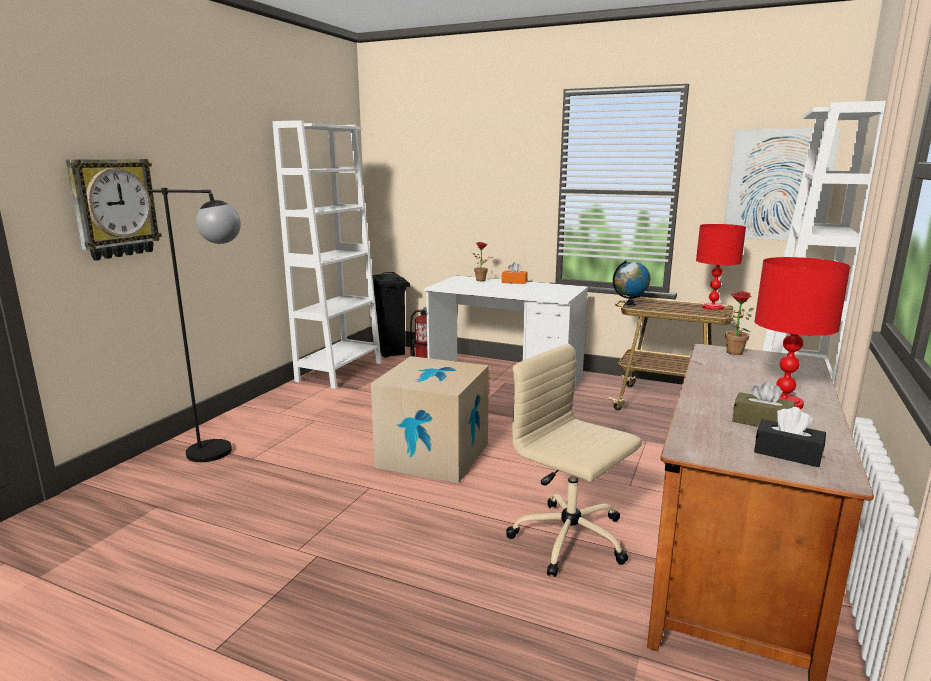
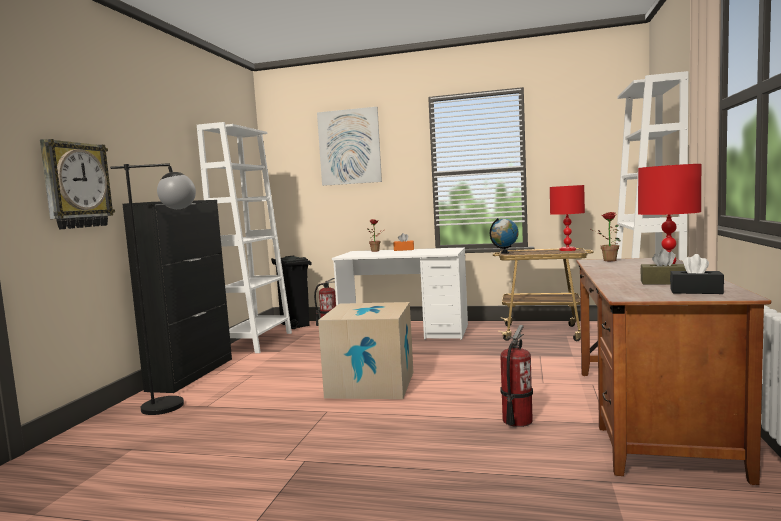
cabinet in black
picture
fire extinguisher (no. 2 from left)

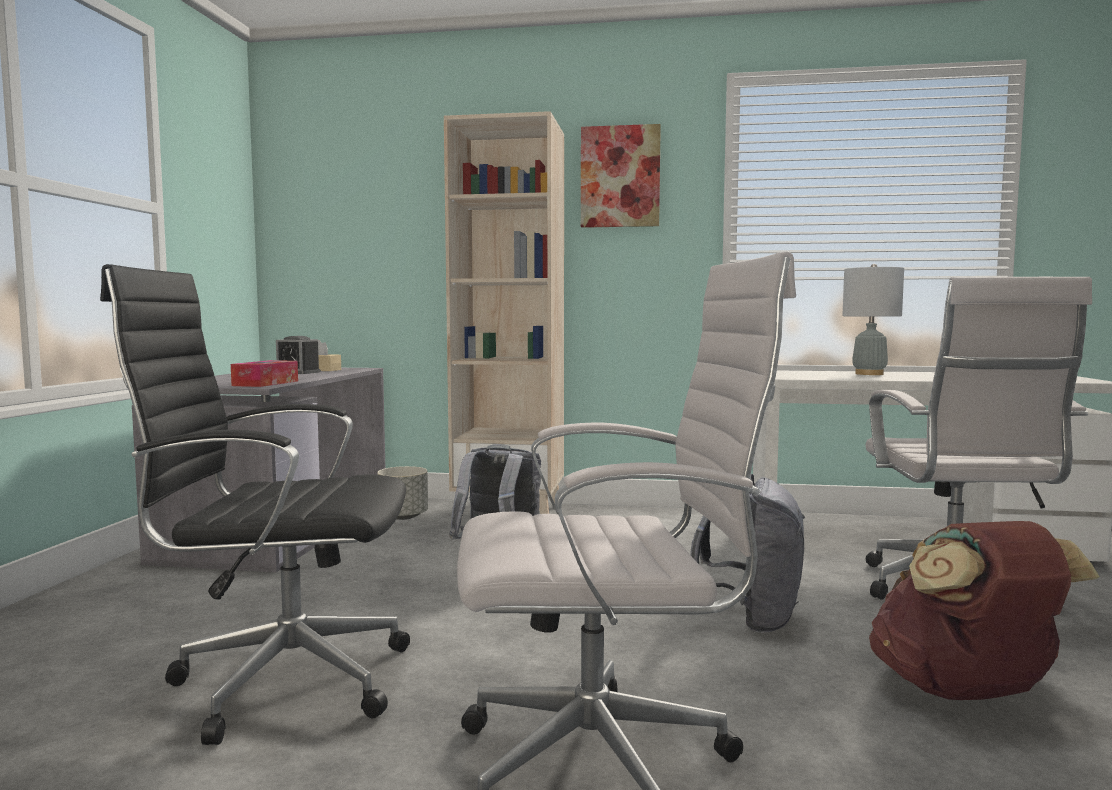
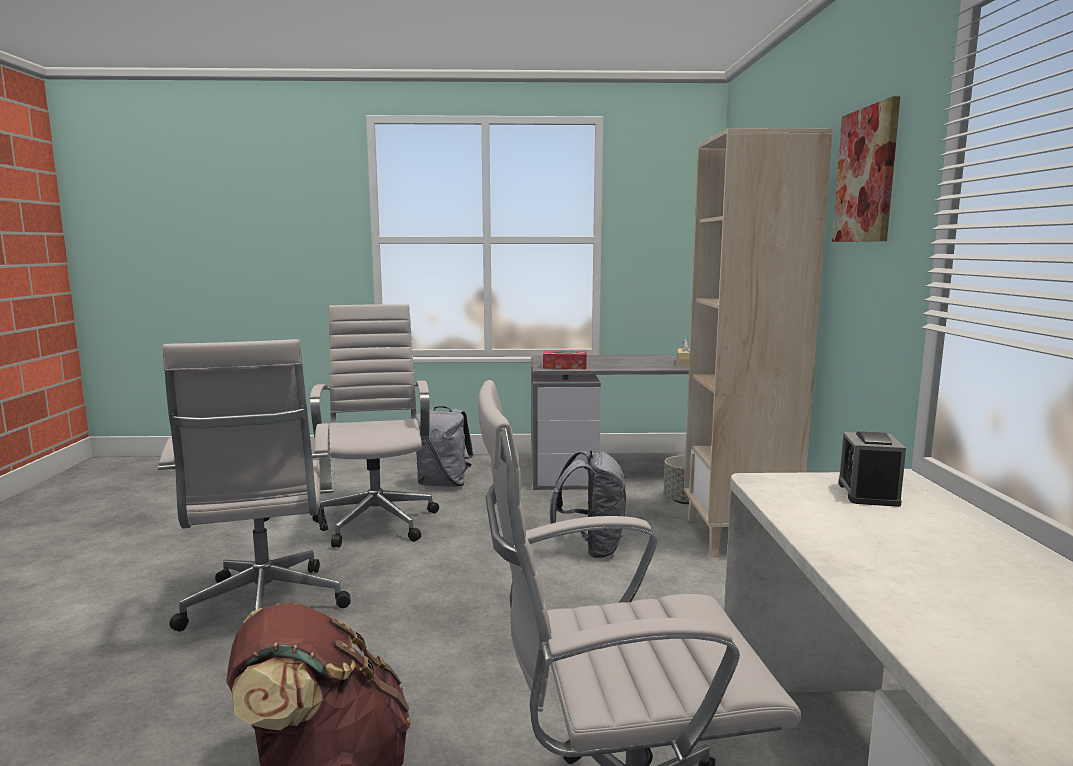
office chair in white (no. 2 from left)
backpack in grey (no. 1 from left)
alarm clock
table lamp in grey

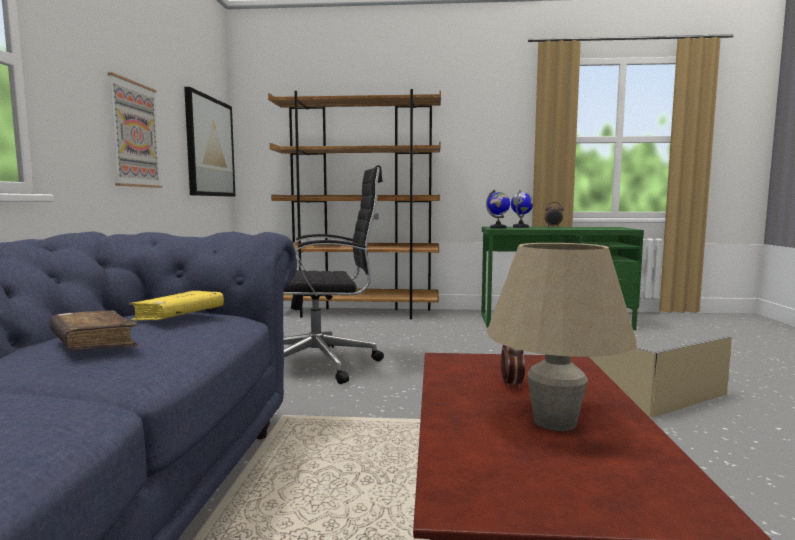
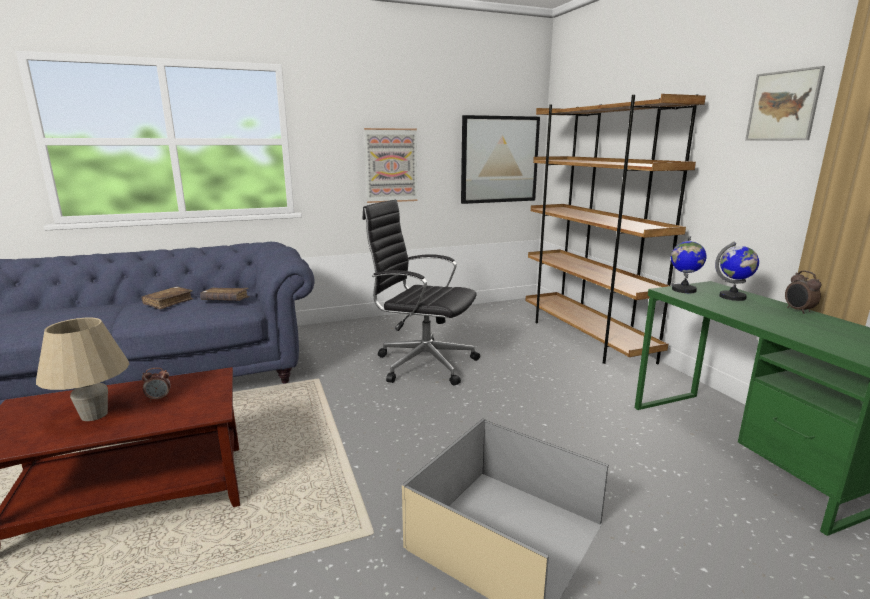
book in brown (no. 2 from left)
office chair in black
picture (no. 3 from left)

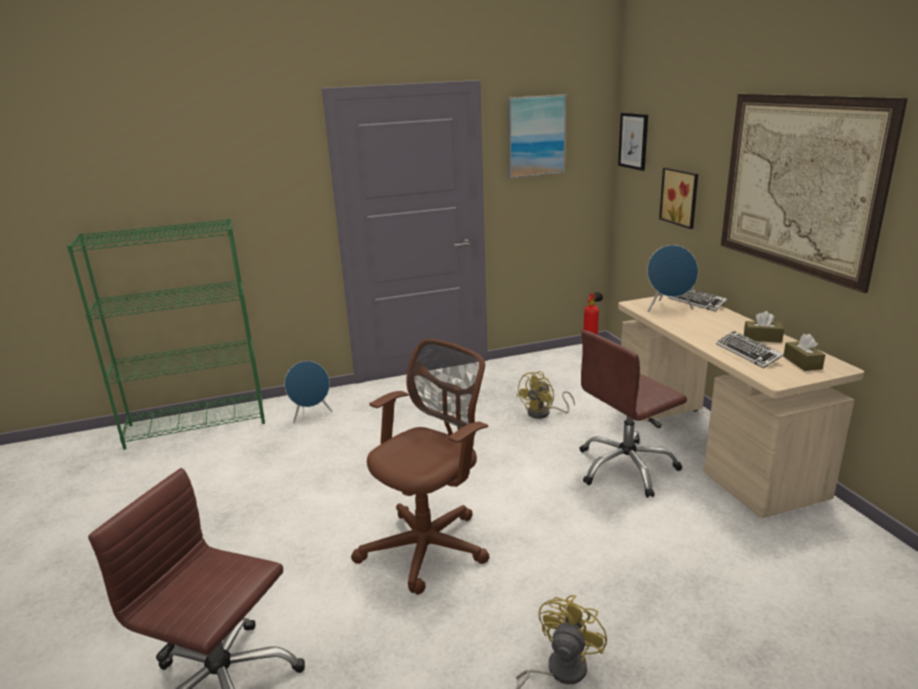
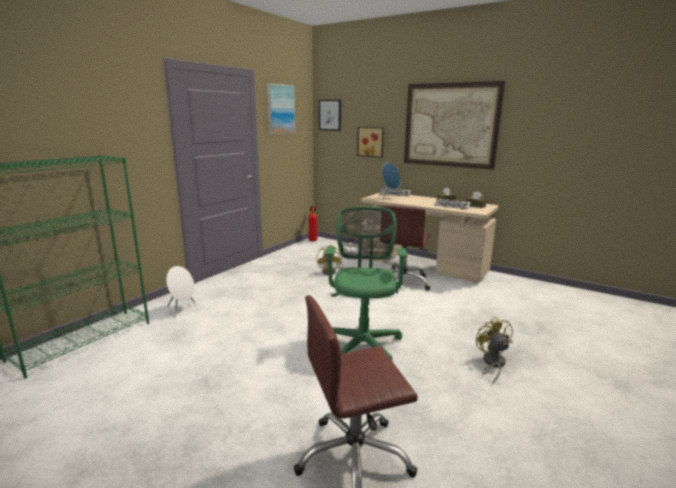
speaker in white
office chair in green

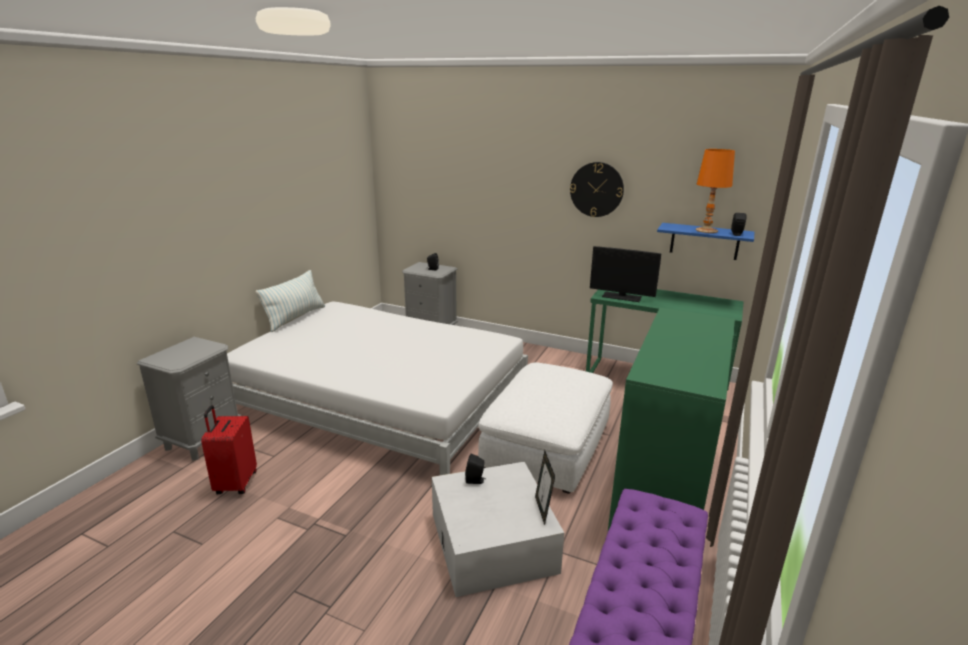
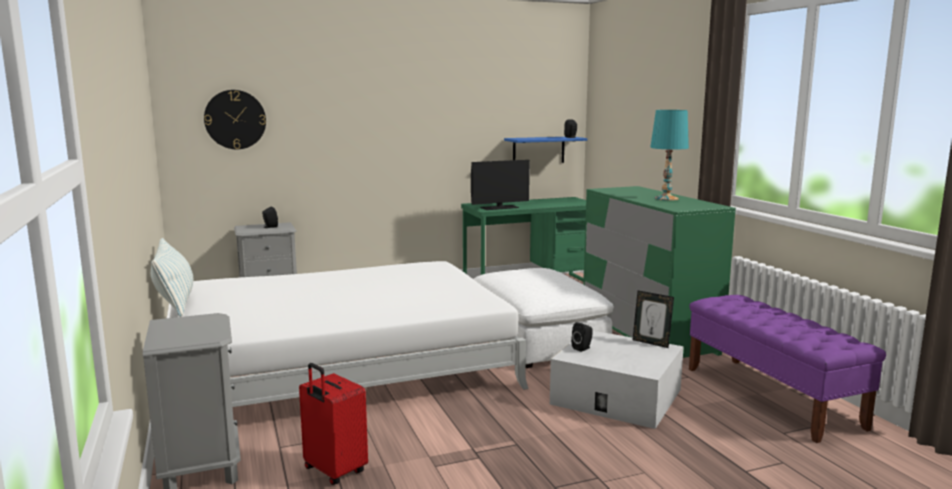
wall clock
table lamp in turquoise
table lamp in orange

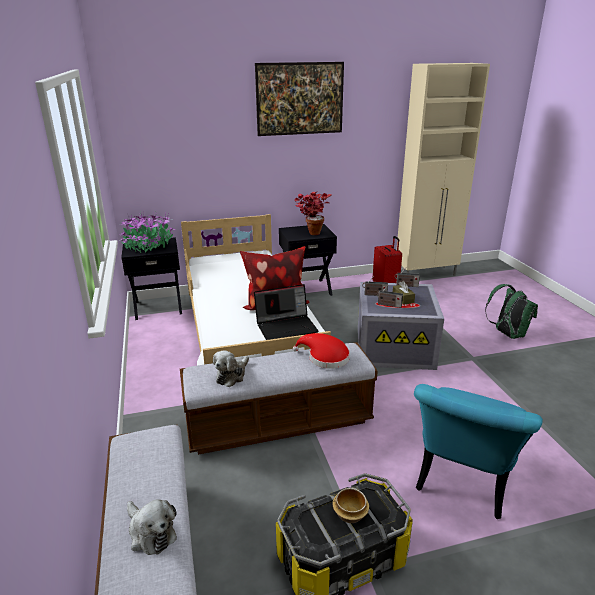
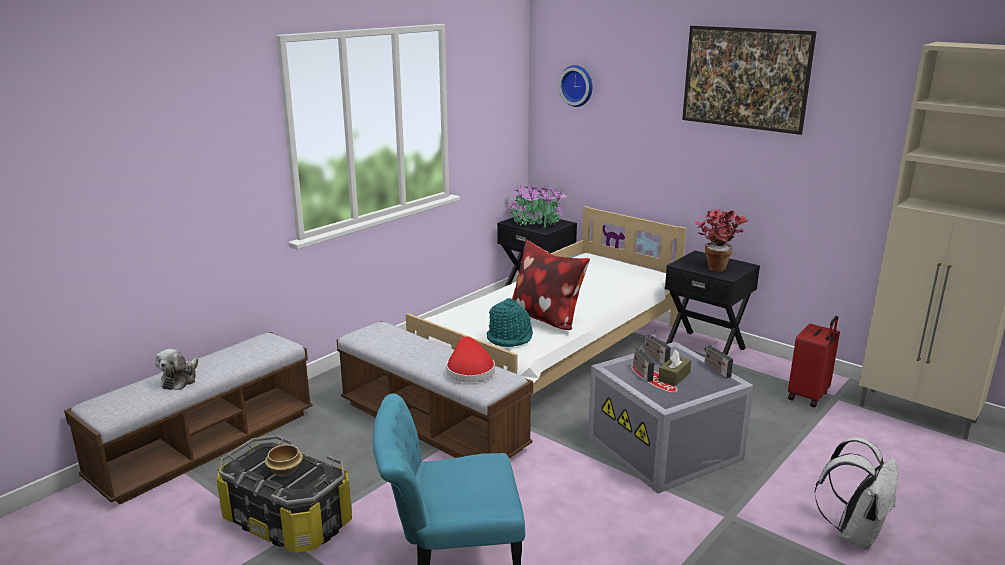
hat in turquoise
wall clock
backpack in white
plush toy (no. 2 from left in the first image)

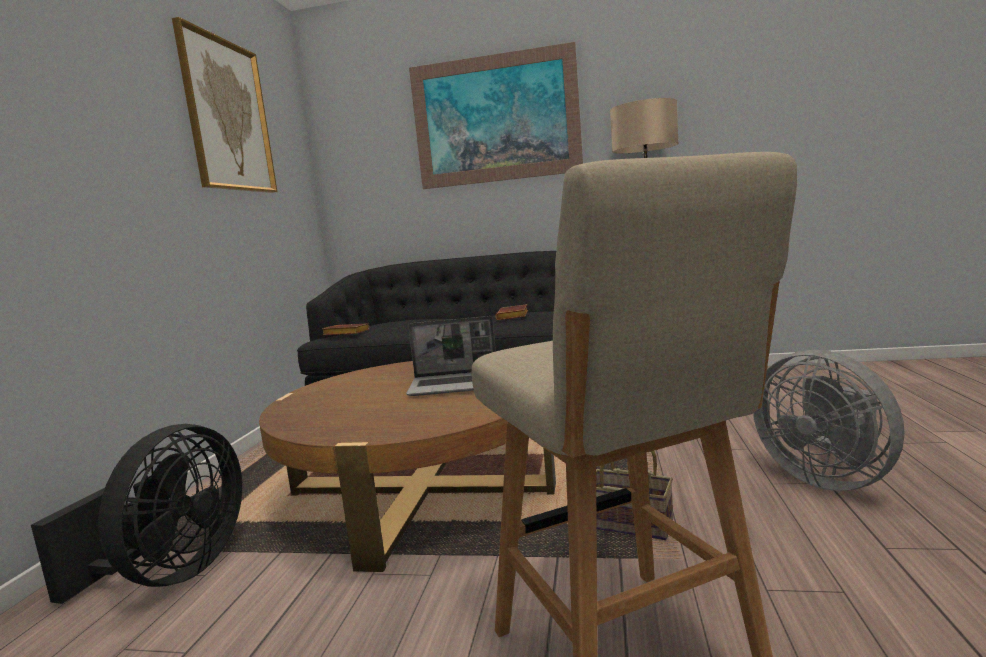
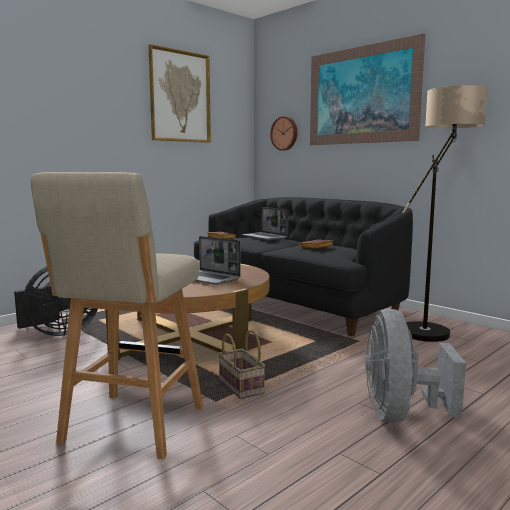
laptop (no. 2 from left)
wall clock

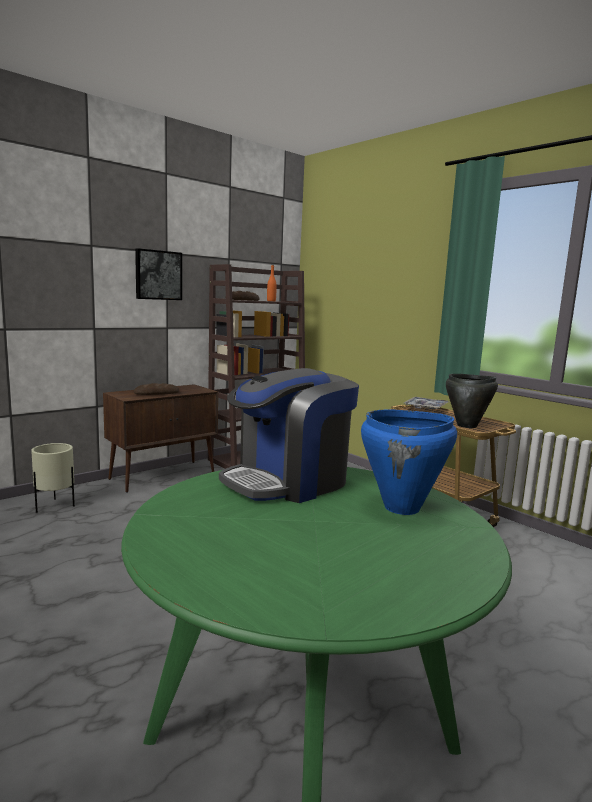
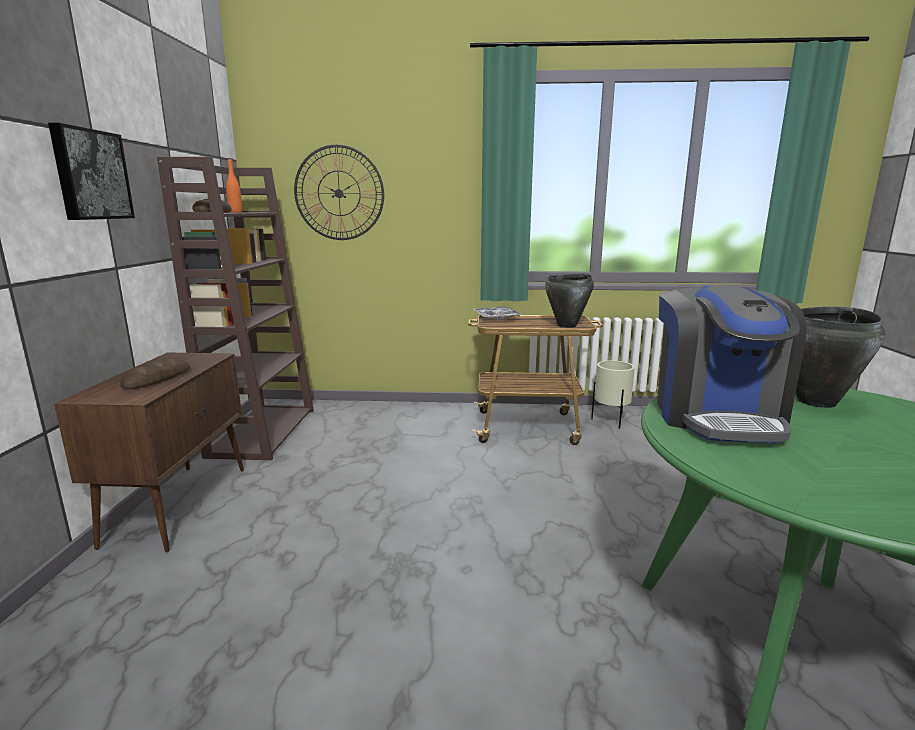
wall clock
planter in beige
cooking pot in black (no. 2 from left)

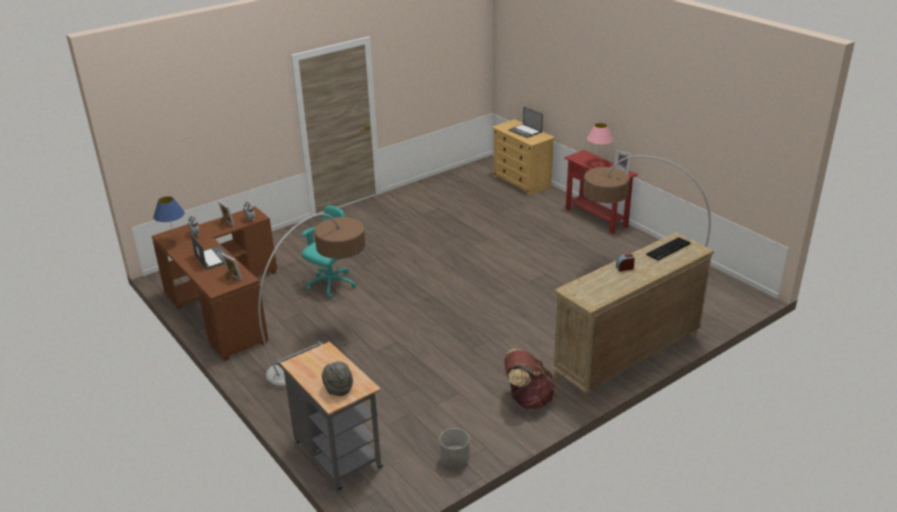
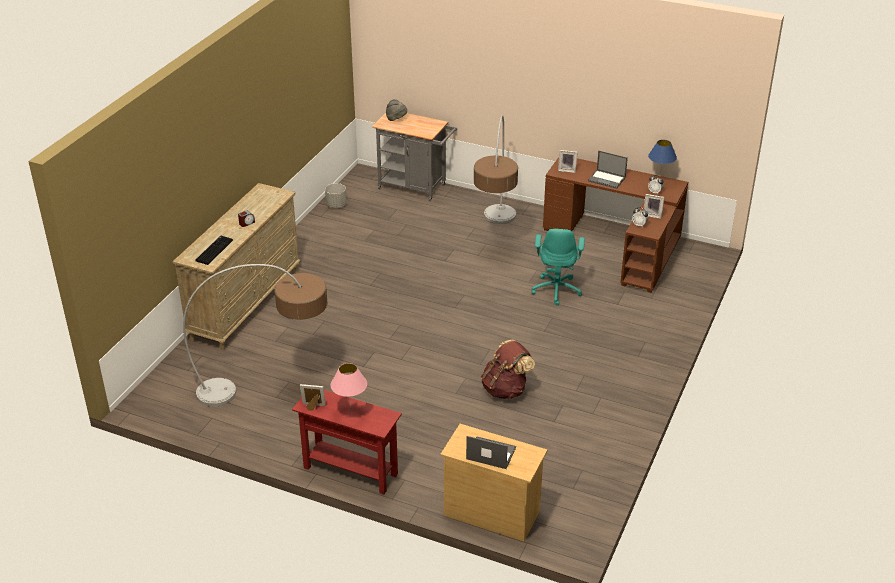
backpack in brown

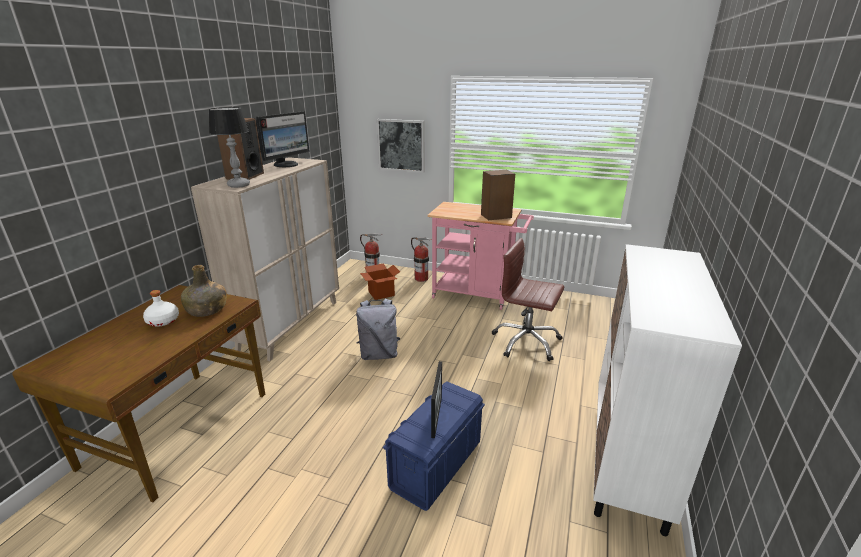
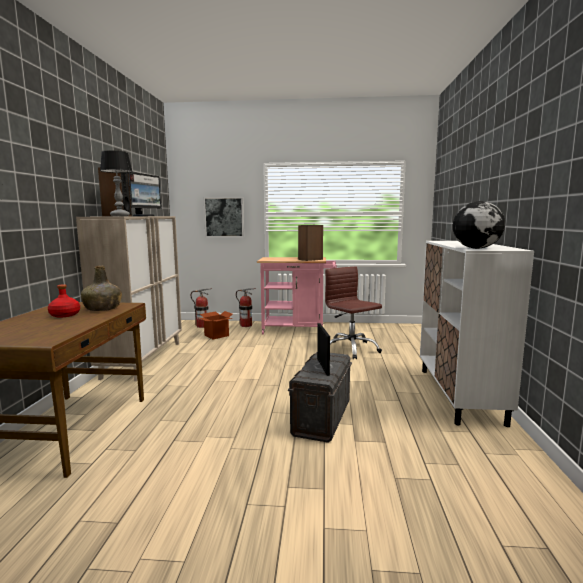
bottle in red
storage box in grey
office chair in brown
globe
backpack in grey

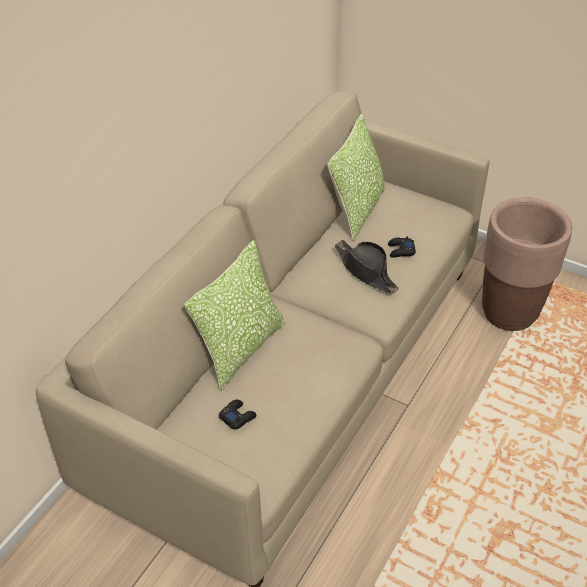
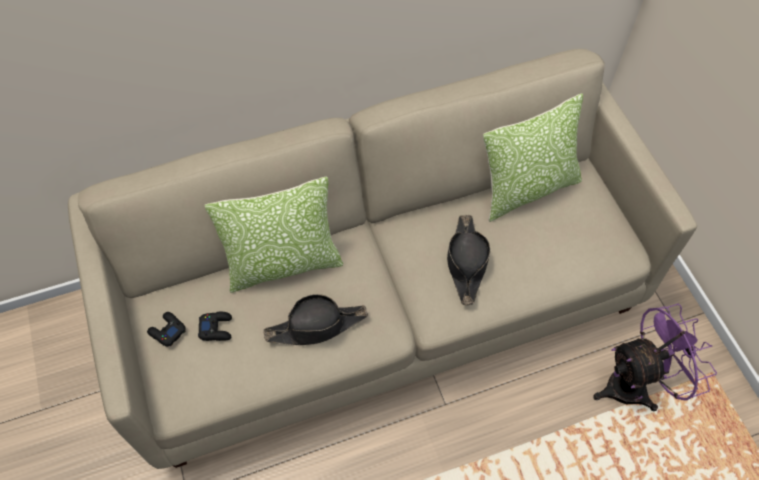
game controller in black (no. 1 from left)
hat in black (no. 1 from left)
fan in purple

